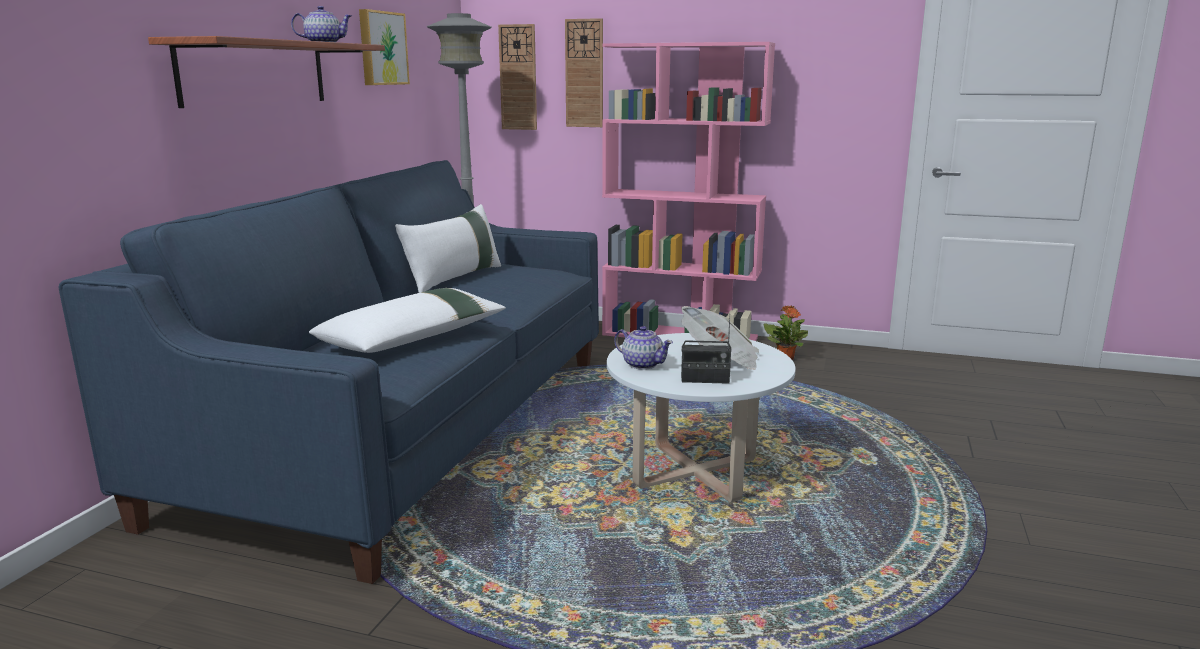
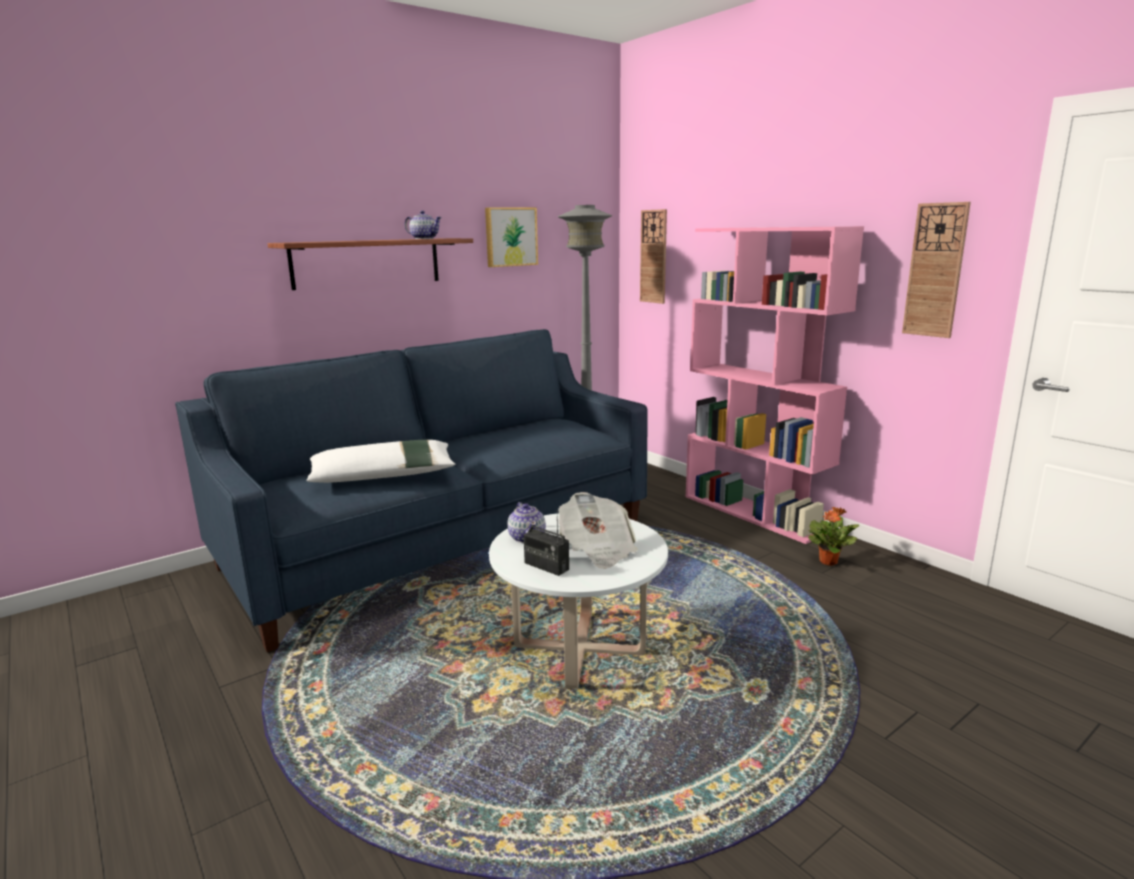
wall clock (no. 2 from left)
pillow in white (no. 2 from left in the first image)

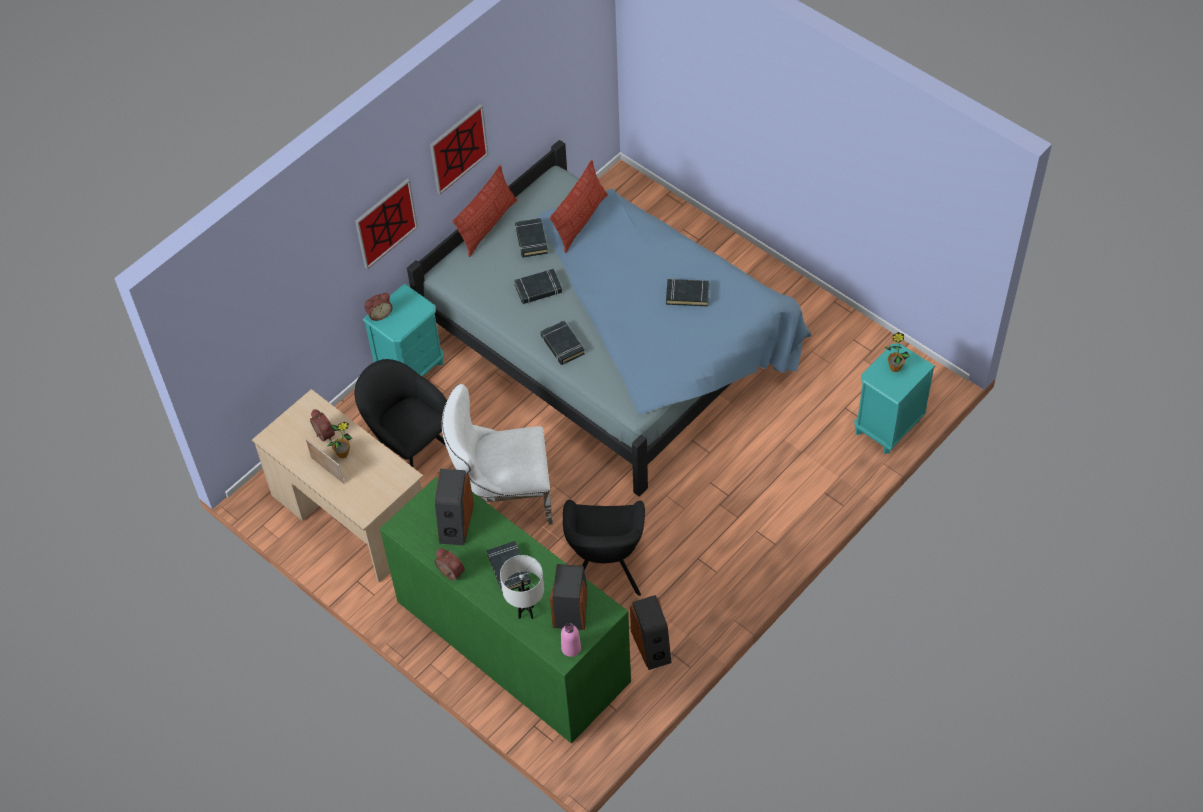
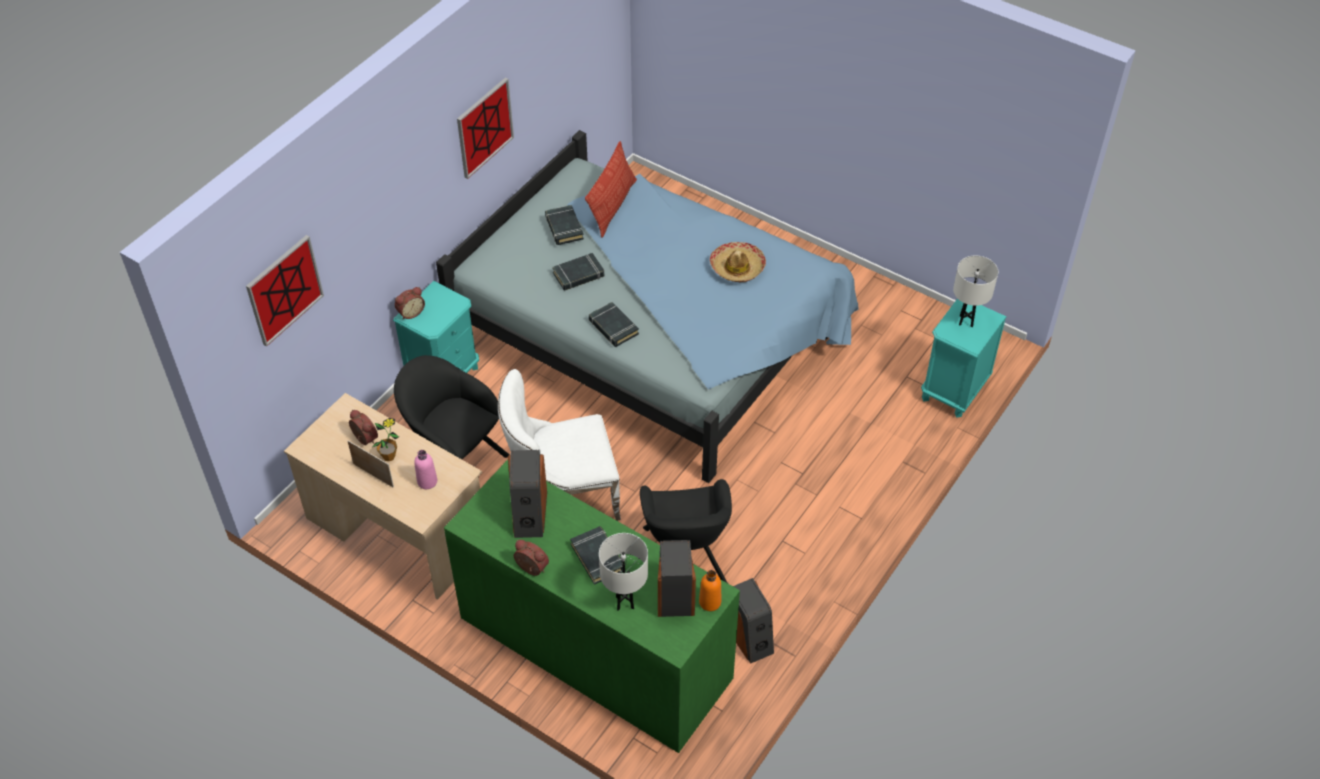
picture (no. 1 from left)
bottle in pink
bottle in orange
hat
table lamp in white (no. 2 from left)
pillow (no. 1 from left in the first image)

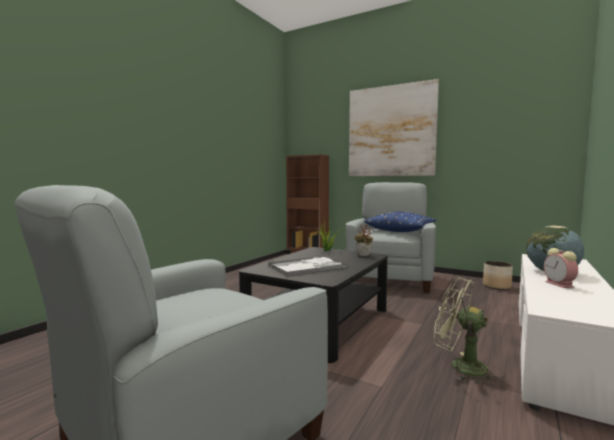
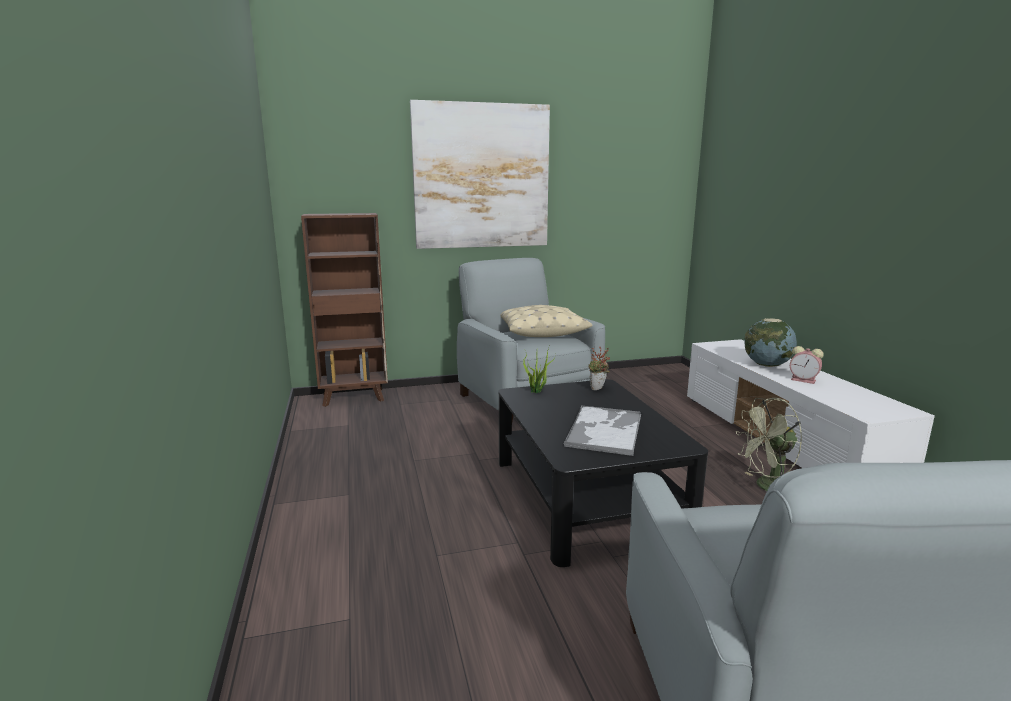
pillow in beige
planter

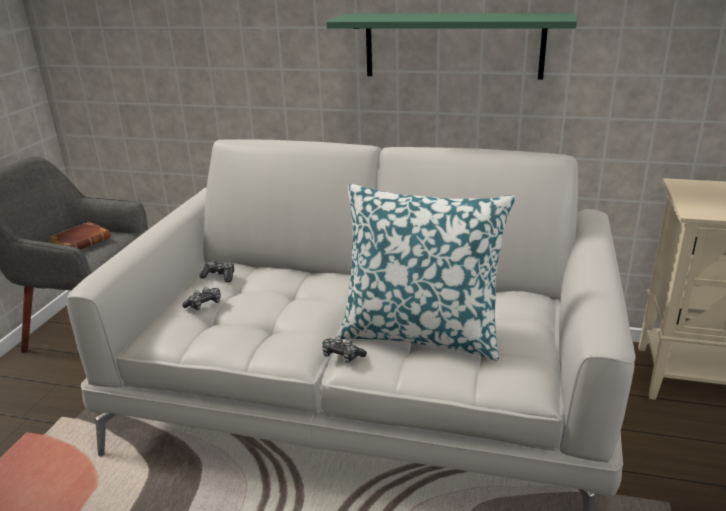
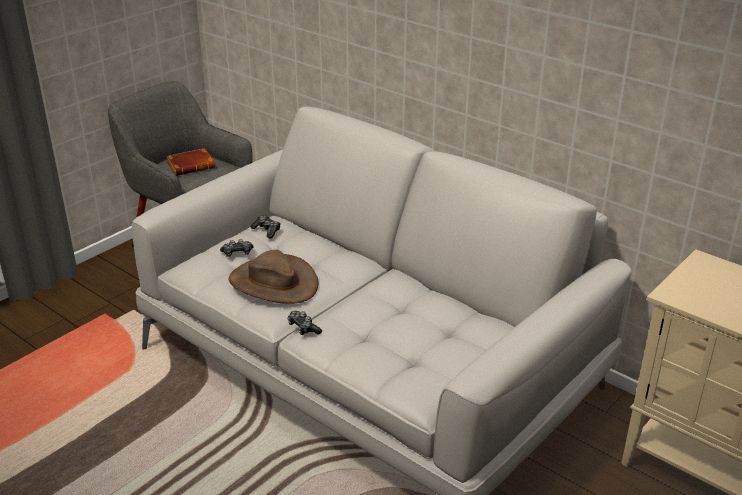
hat in brown
shelf in green
pillow

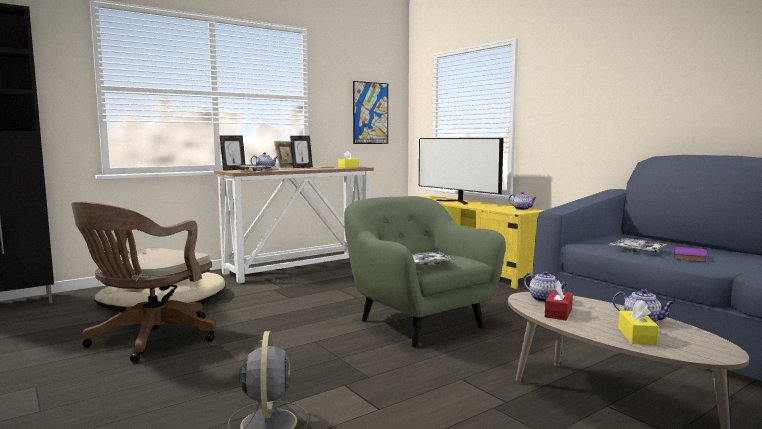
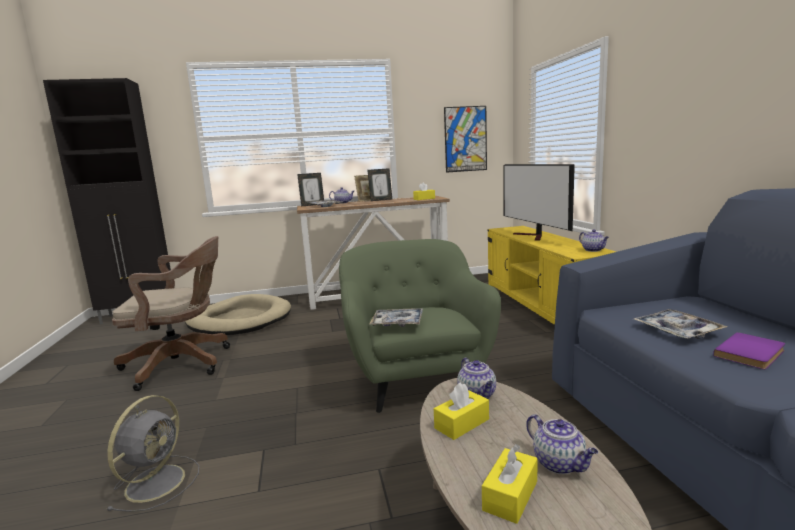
office chair in brown
tissue box in yellow (no. 2 from left)

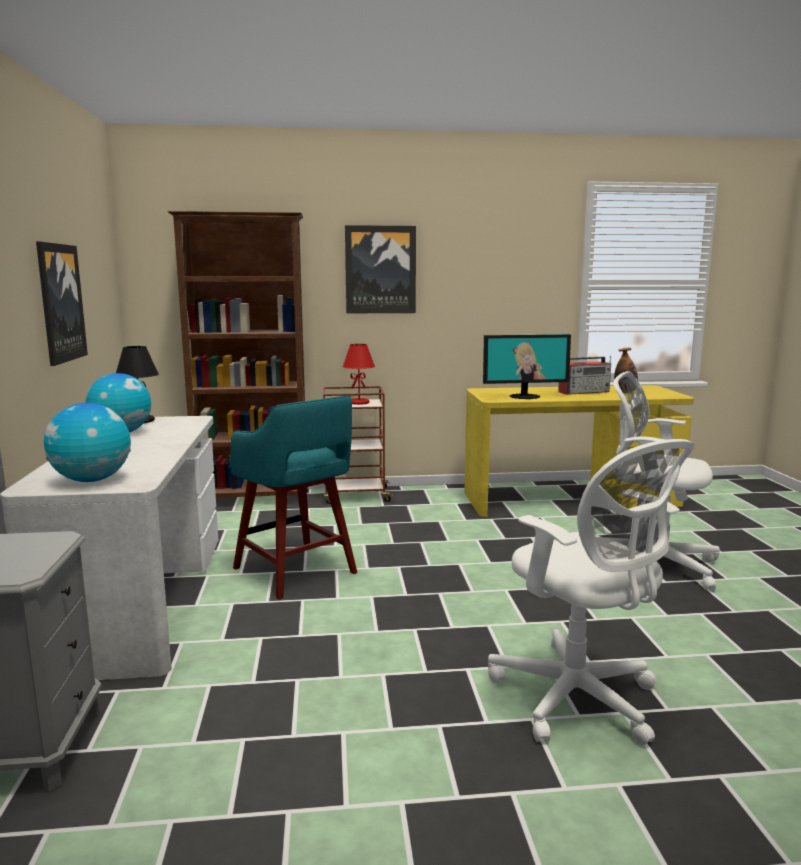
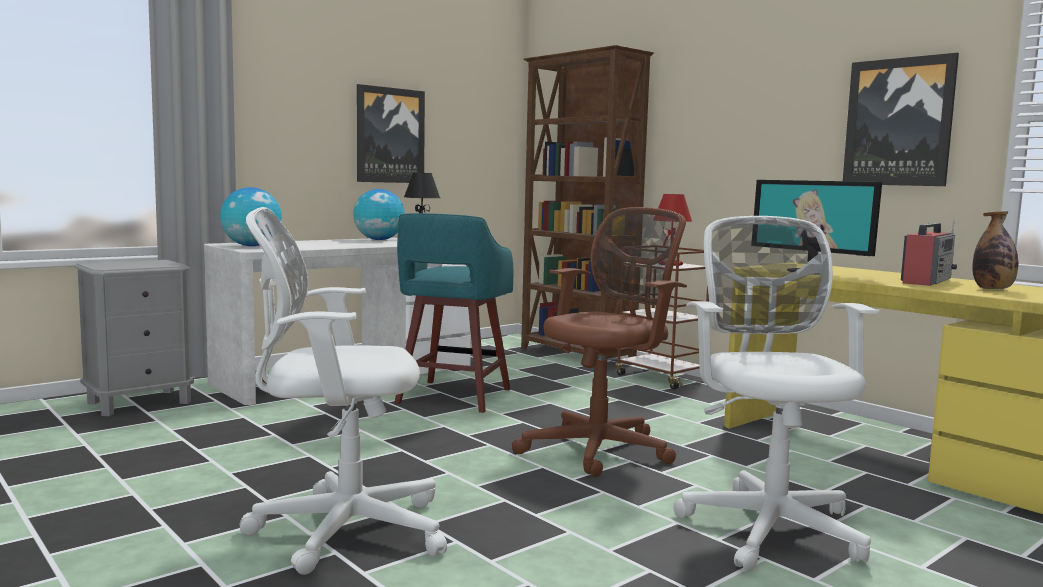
office chair in white (no. 1 from left)
office chair in brown
picture (no. 2 from left)
radio

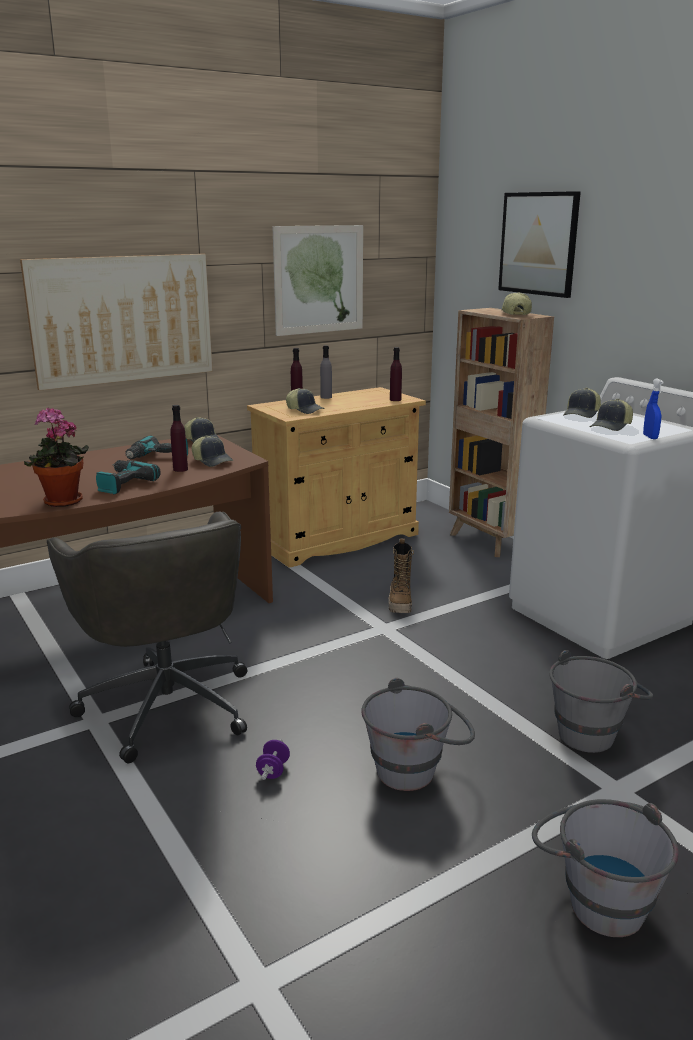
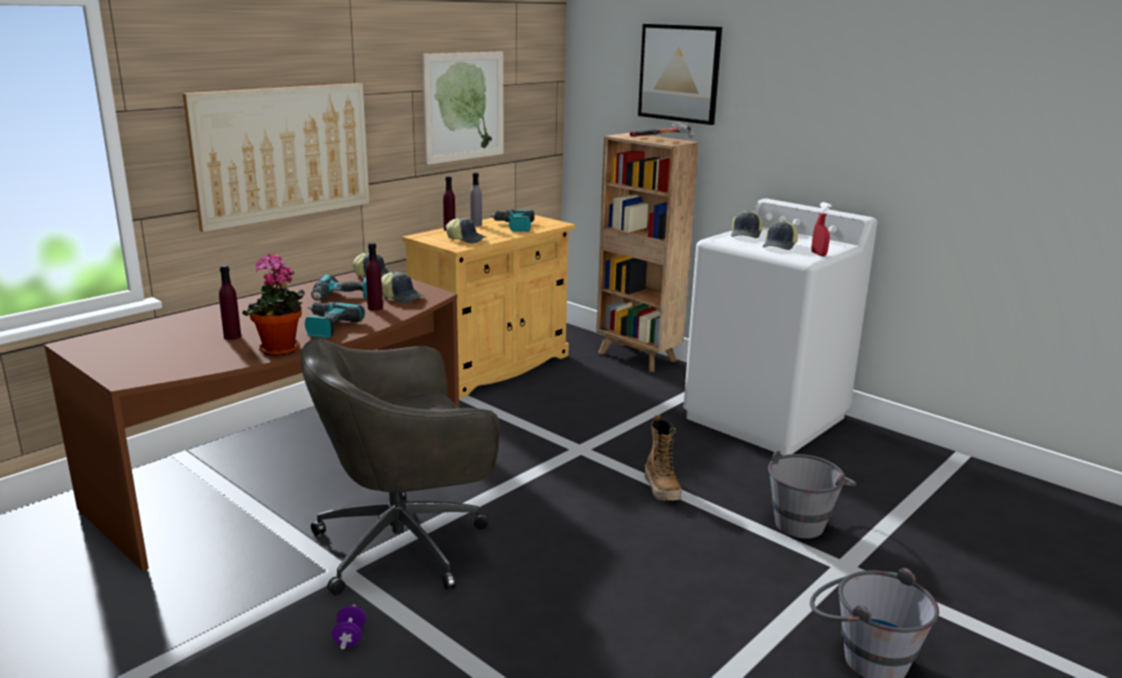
bottle in purple (no. 1 from left)
office chair in grey
dumbbell in purple
power drill (no. 3 from left)
hammer
boot
spray bottle in red
bucket in grey (no. 1 from left in the first image)

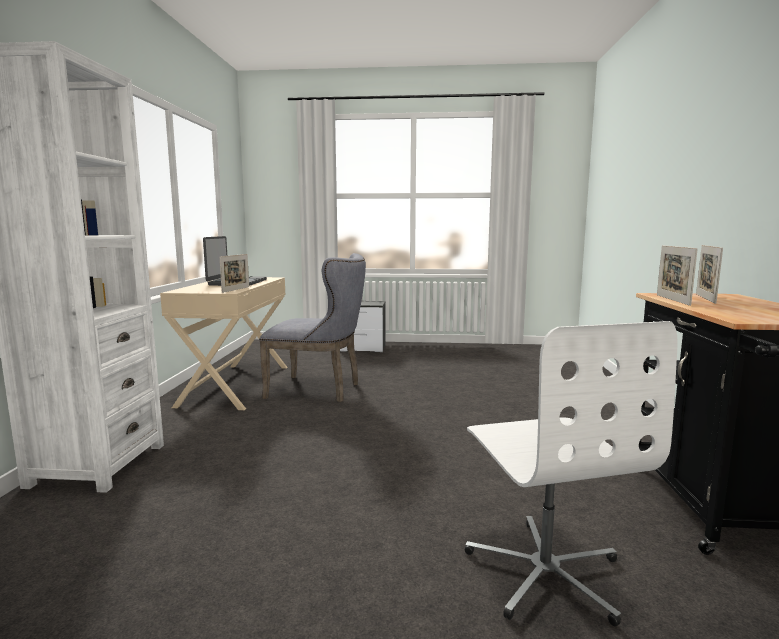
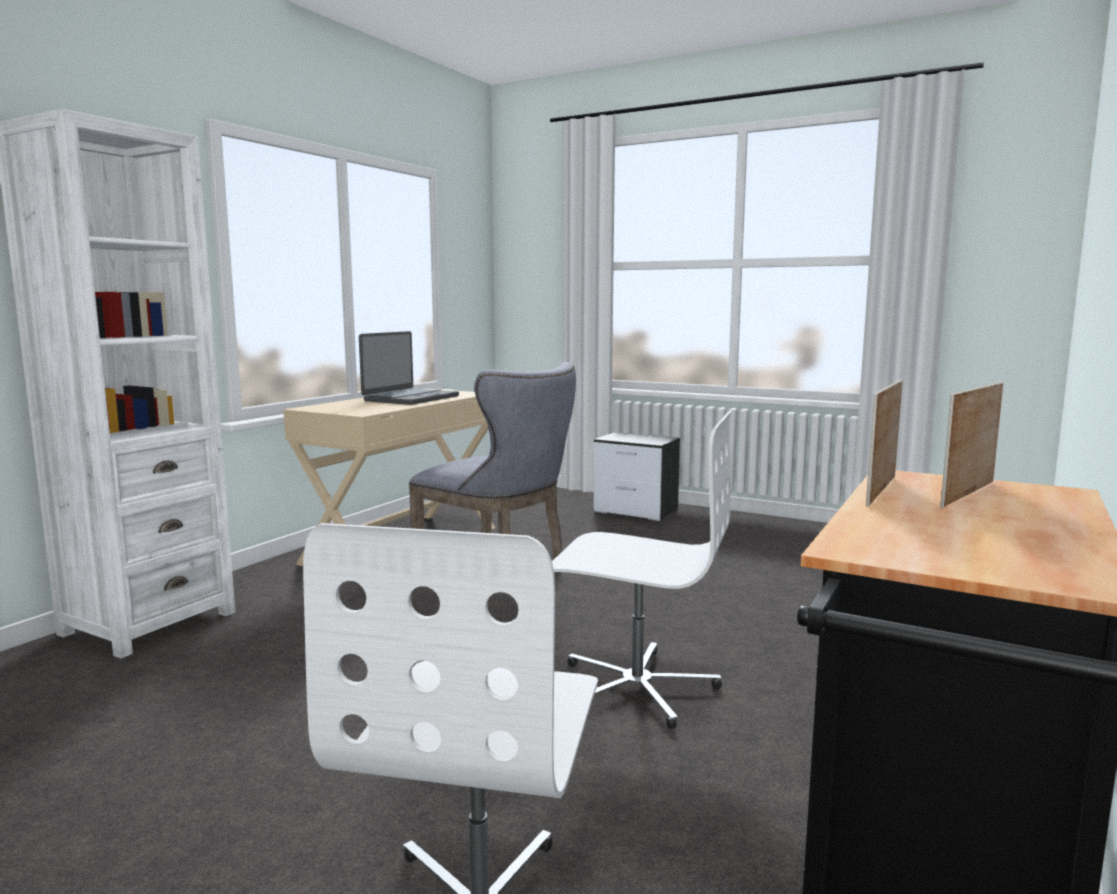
office chair in white (no. 2 from left)
picture frame (no. 1 from left in the first image)

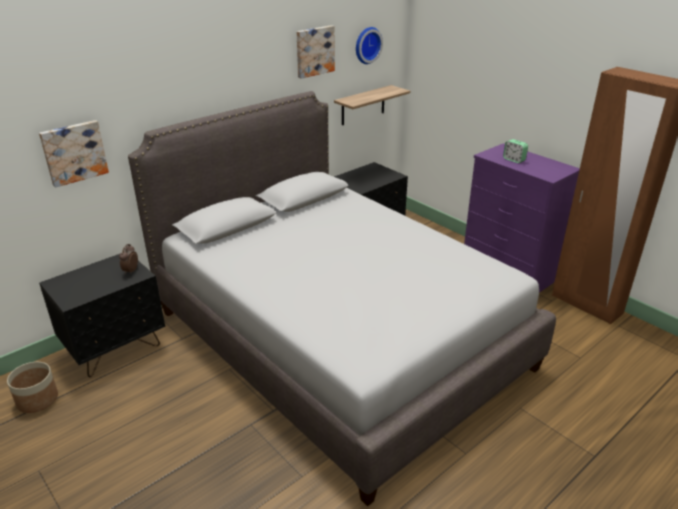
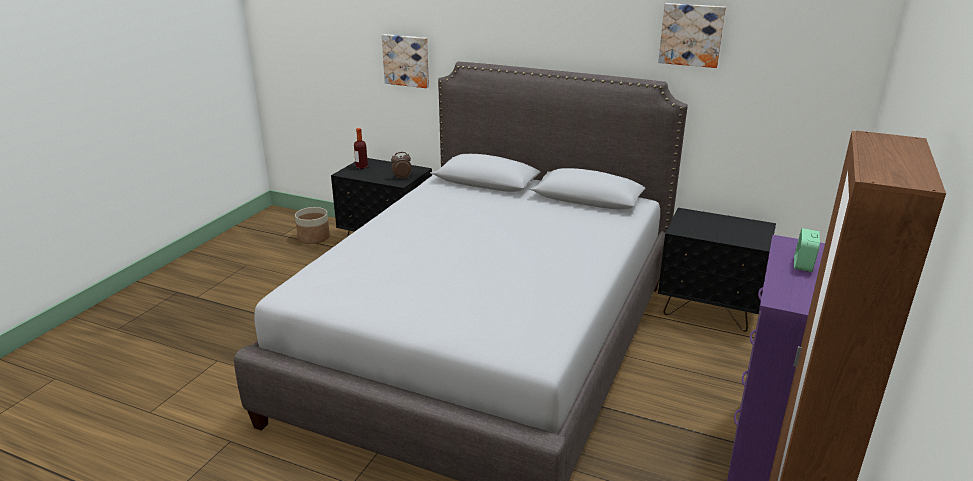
bottle
shelf
wall clock

